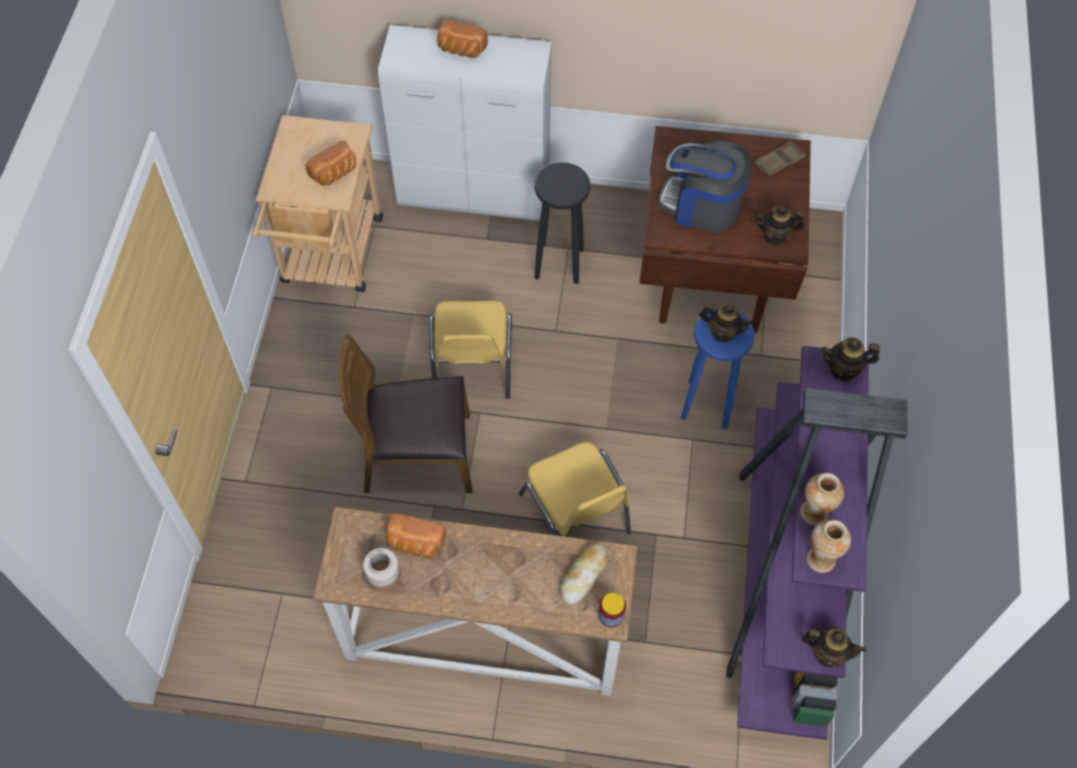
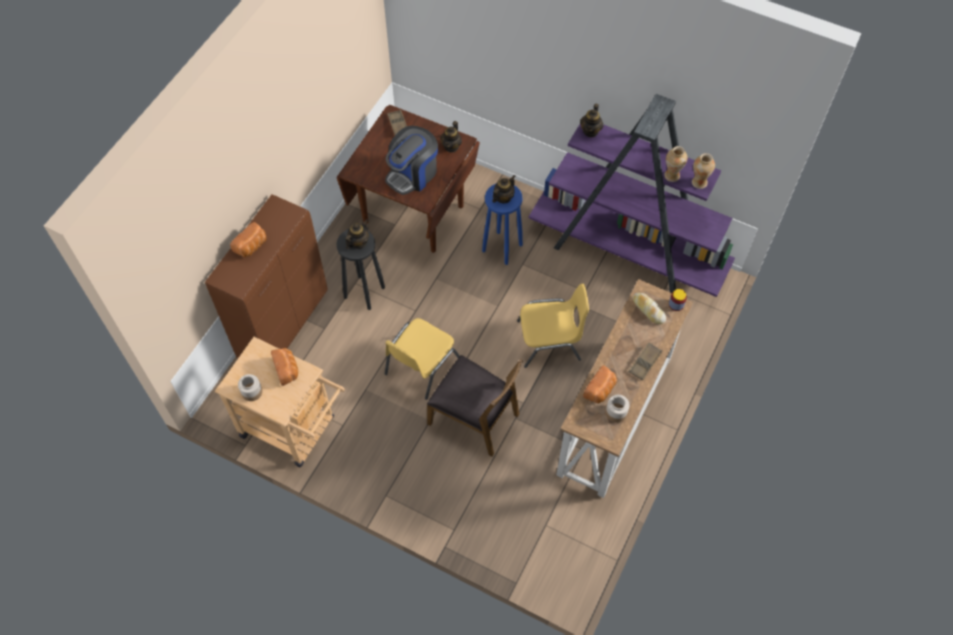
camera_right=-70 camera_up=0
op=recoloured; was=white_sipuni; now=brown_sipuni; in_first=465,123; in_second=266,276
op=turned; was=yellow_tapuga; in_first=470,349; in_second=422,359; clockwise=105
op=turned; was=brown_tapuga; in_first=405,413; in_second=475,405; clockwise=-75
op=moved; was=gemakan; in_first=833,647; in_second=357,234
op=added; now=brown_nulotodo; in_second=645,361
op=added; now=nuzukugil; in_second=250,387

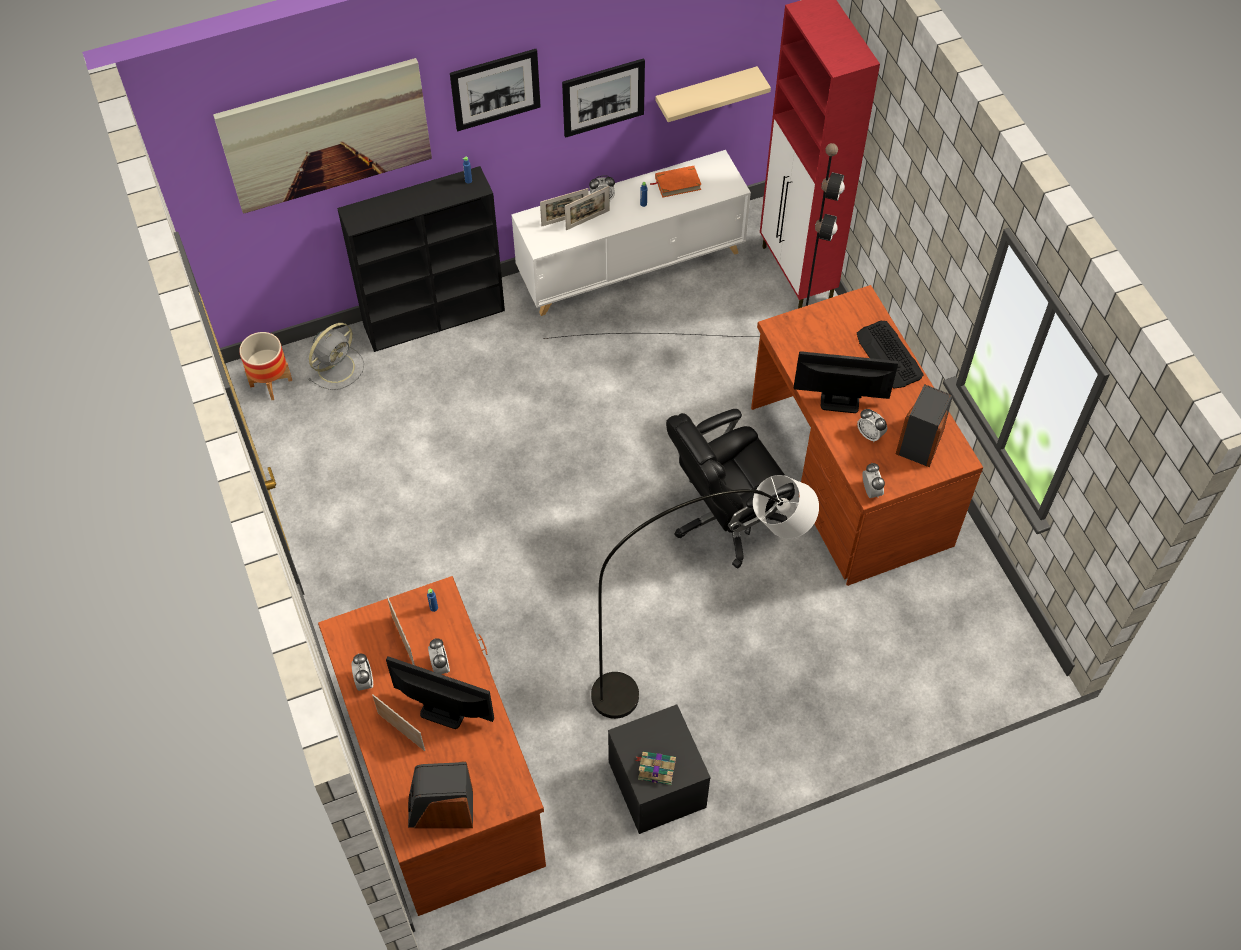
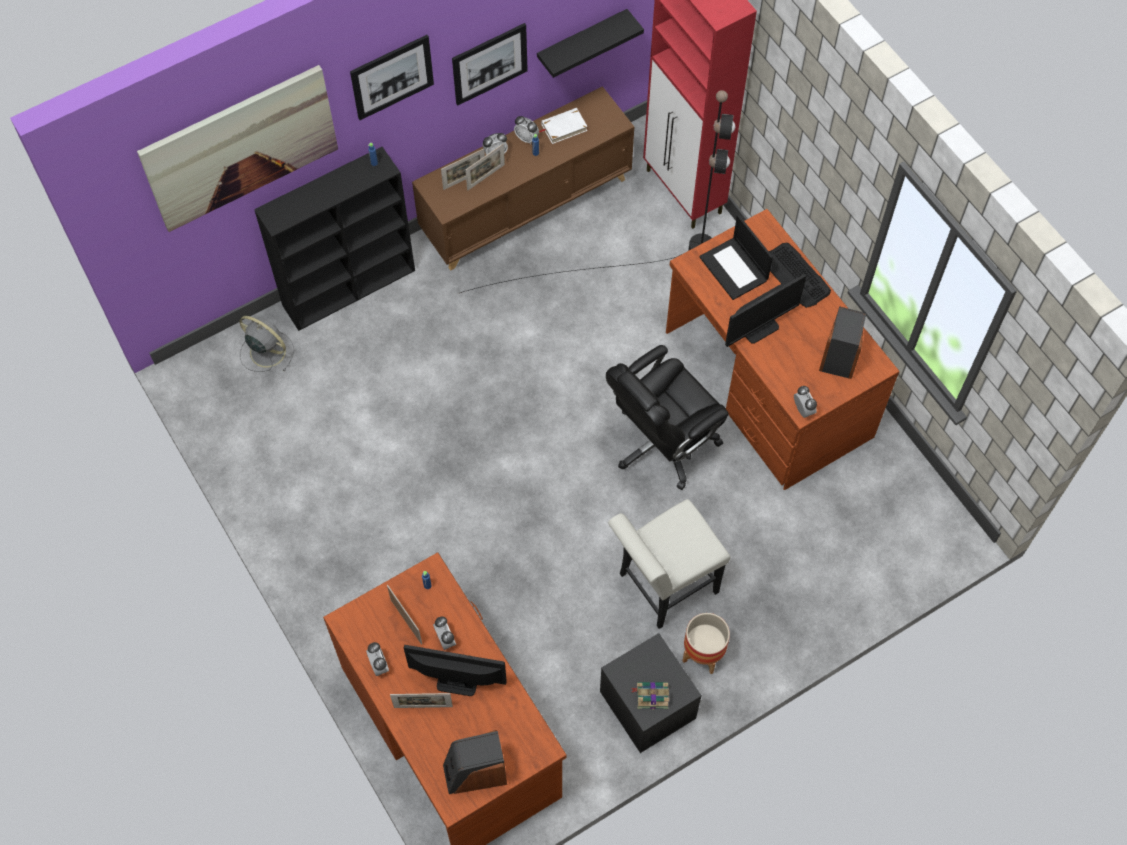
camera_right=-10 camera_up=5
op=recoloured; was=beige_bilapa; now=black_bilapa; in_first=713,94; in_second=590,43
op=recoloured; was=white_sipuni; now=brown_sipuni; in_first=631,233; in_second=523,178
op=recoloured; was=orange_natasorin; now=white_natasorin; in_first=675,182; in_second=563,126
op=turned; was=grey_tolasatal; in_first=336,356; in_second=266,344; clockwise=-90
op=moved; was=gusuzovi; in_first=265,366; in_second=706,643
op=turned; was=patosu; in_first=845,382; in_second=765,310; clockwise=150
op=moved; was=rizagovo; in_first=872,425; in_second=526,130
op=replaced; was=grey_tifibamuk; now=white_tapuga; in_first=705,597; in_second=669,564
op=turned; was=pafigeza; in_first=398,722; in_second=421,700; clockwise=150
op=added; now=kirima; in_second=736,257

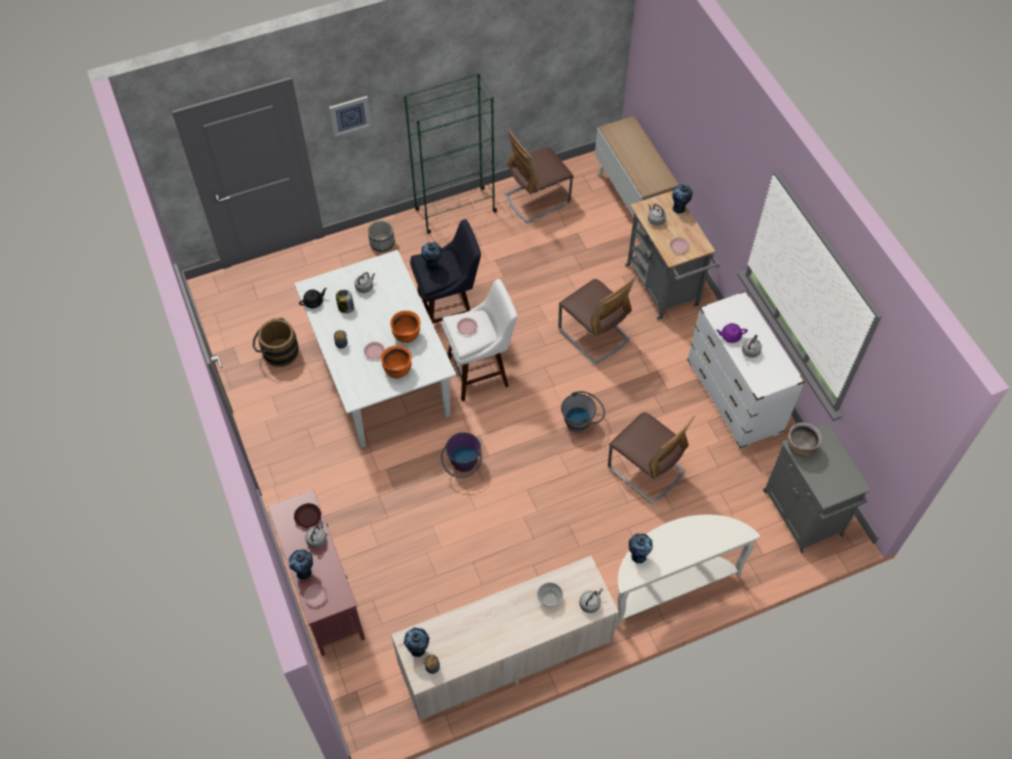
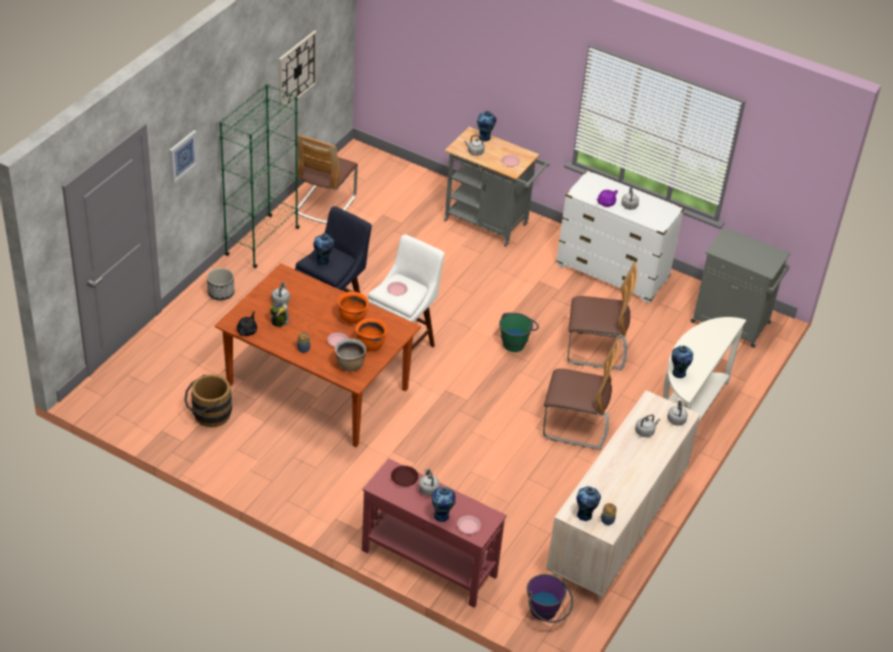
camera_right=-40 camera_up=-15
op=removed; was=sipuni; in_first=637,173
op=recoloured; was=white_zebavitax; now=brown_zebavitax; in_first=375,349; in_second=318,355
op=moved; was=tapuga; in_first=597,320; in_second=581,393
op=recoloured; was=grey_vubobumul; now=green_vubobumul; in_first=583,412; in_second=519,332
op=moved; was=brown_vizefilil; in_first=805,440; in_second=350,354
op=moved; was=purple_vubobumul; in_first=461,455; in_second=550,598
op=replaced; was=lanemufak; now=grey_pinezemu; in_first=550,594; in_second=647,425
op=added; now=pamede; in_second=297,71

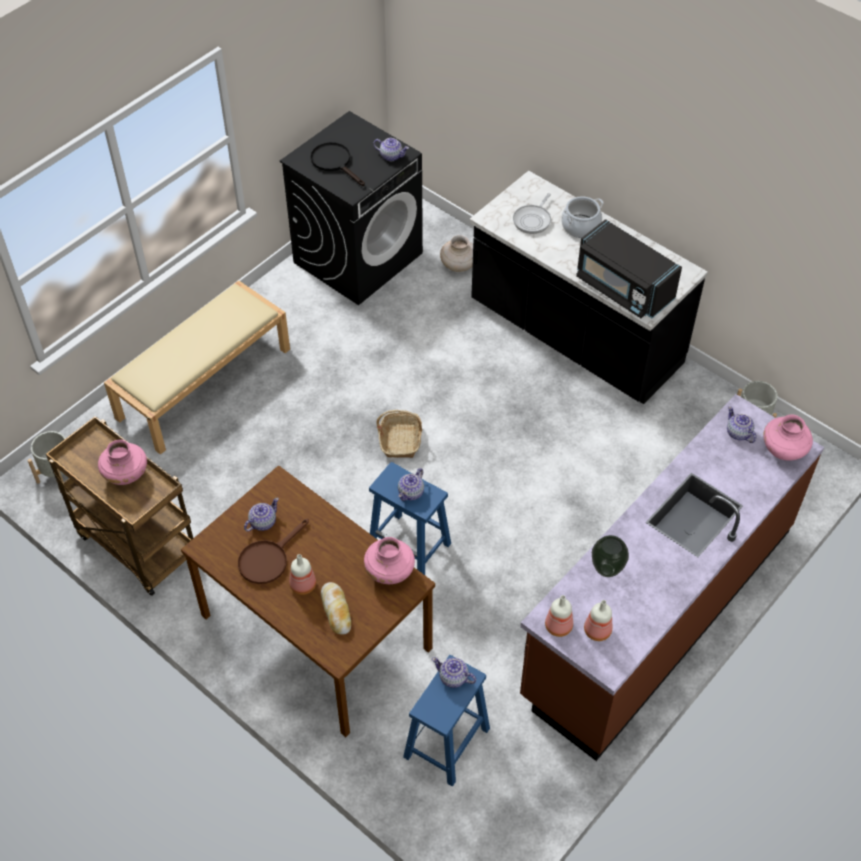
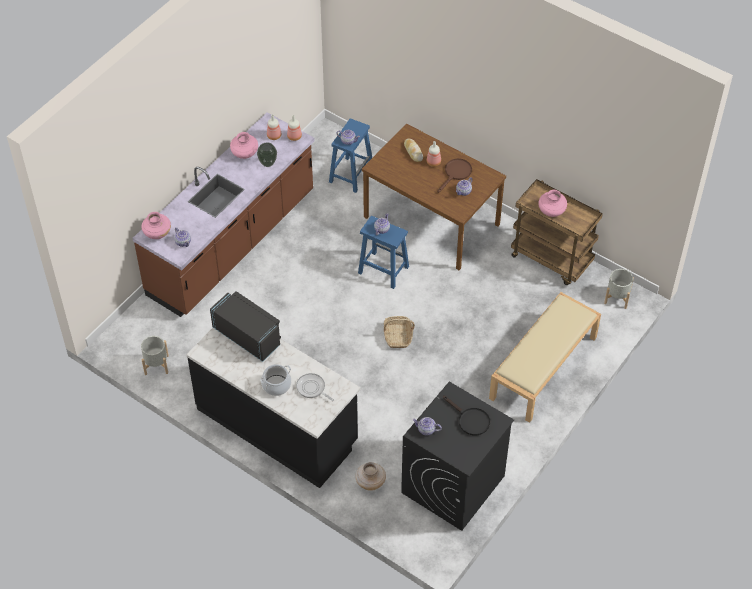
camera_right=175 camera_up=0
op=turned; was=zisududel; in_first=532,213; in_second=315,387; clockwise=-75
op=moved; was=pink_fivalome; in_first=389,560; in_second=244,145

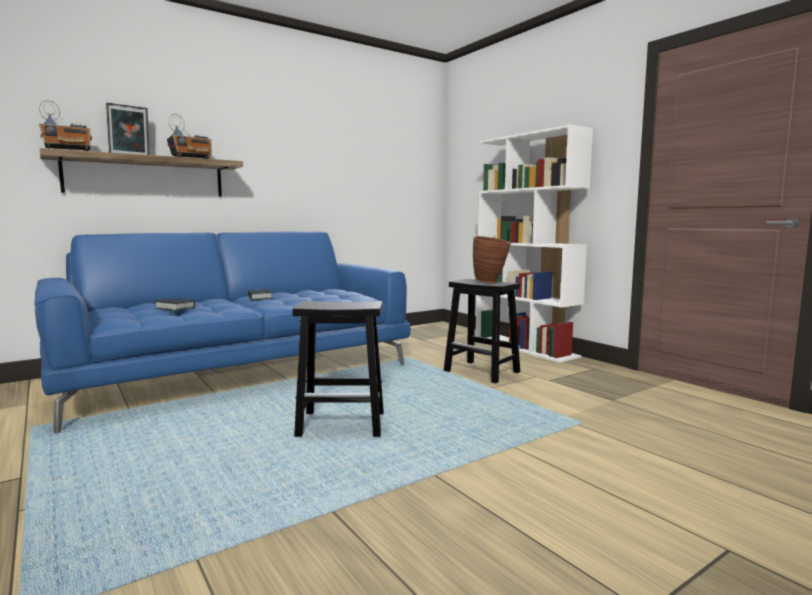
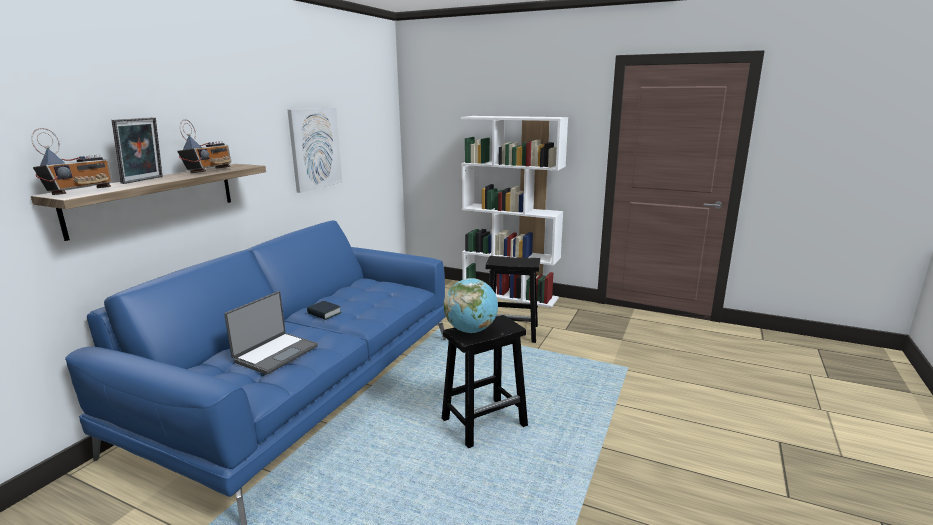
camera_right=-30 camera_up=10
op=removed; was=brown_fivalome; in_first=492,259
op=replaced; was=natasorin; now=kirima; in_first=175,304; in_second=271,333
op=added; now=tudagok; in_second=315,150
op=added; now=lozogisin; in_second=471,305

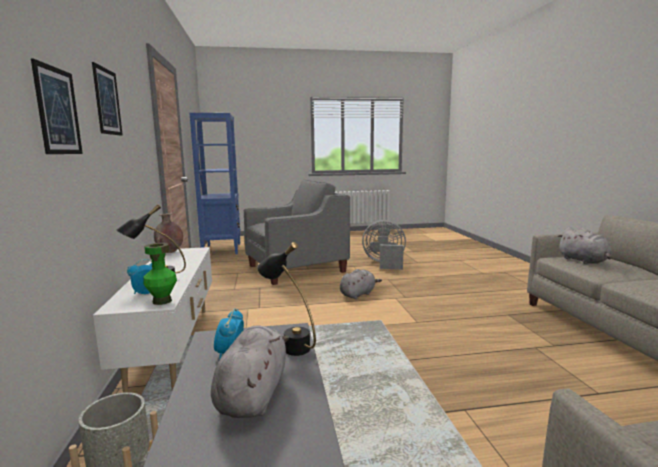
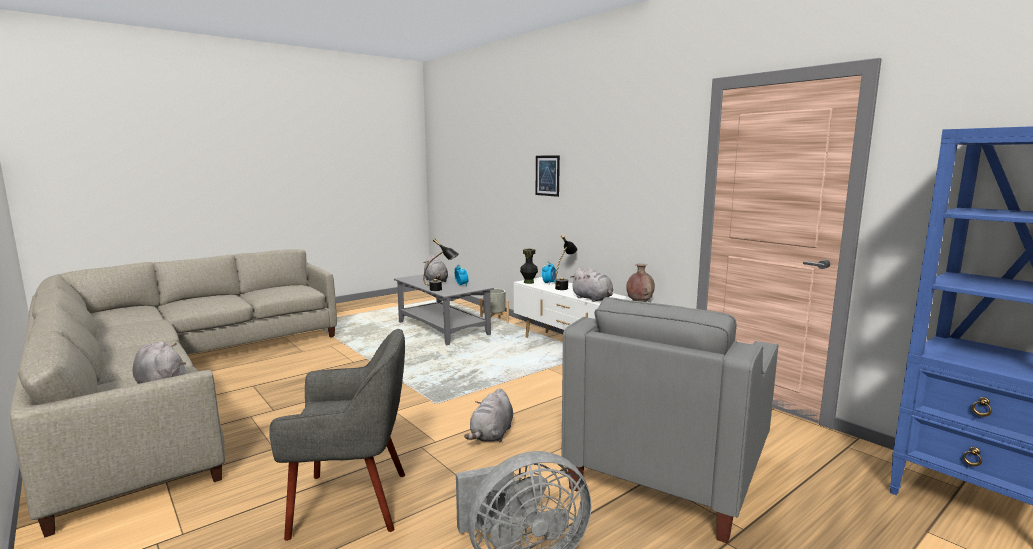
camera_right=150 camera_up=0
op=removed; was=tudagok; in_first=107,99
op=recoloured; was=green_fivalome; now=black_fivalome; in_first=160,274; in_second=529,266
op=added; now=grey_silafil; in_second=591,285
op=added; now=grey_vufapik; in_second=337,435

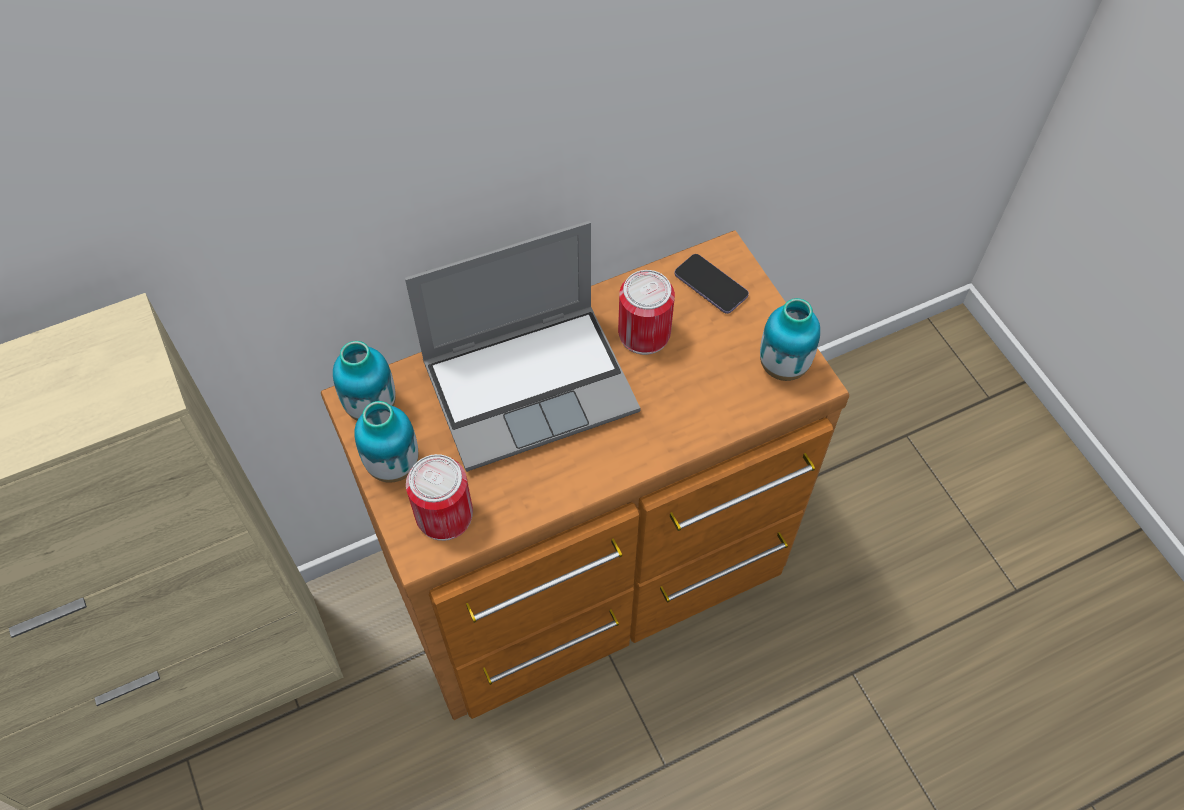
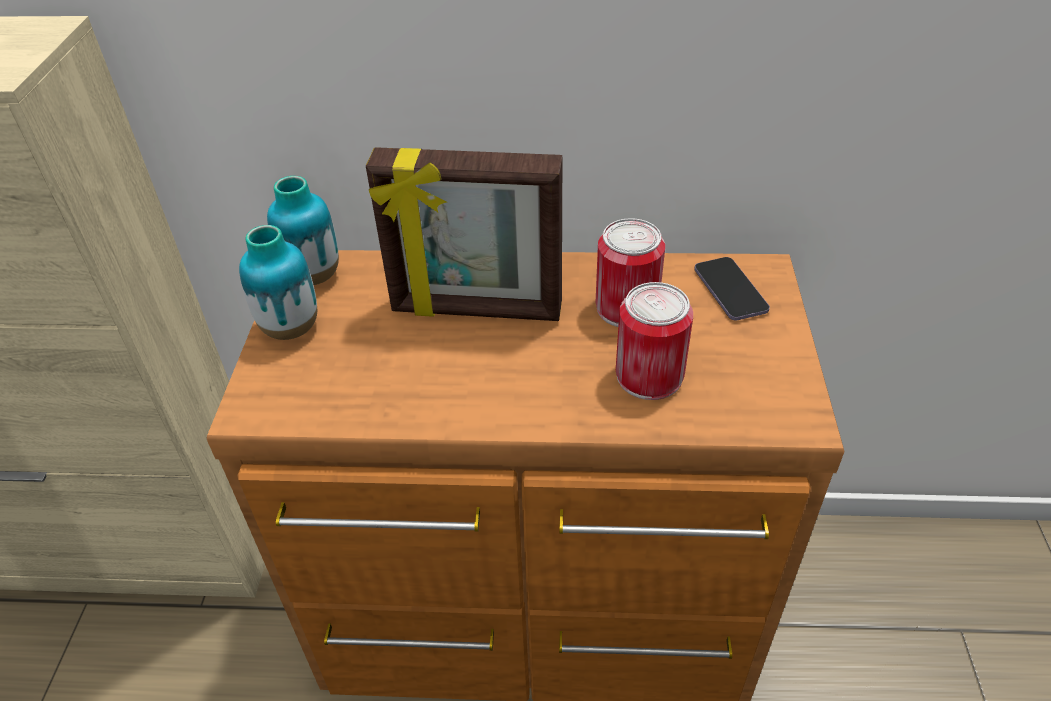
camera_right=30 camera_up=-15
op=replaced; was=kirima; now=pafigeza; in_first=522,346; in_second=464,234
op=removed; was=fivalome; in_first=790,339
op=moved; was=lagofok; in_first=439,497; in_second=654,341

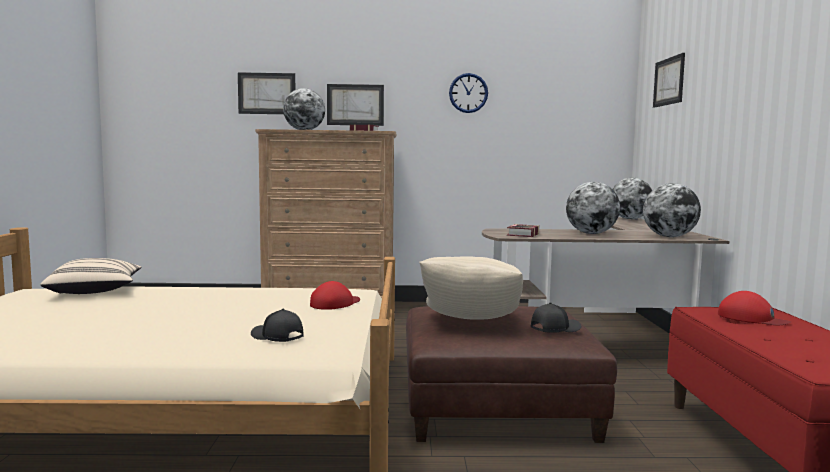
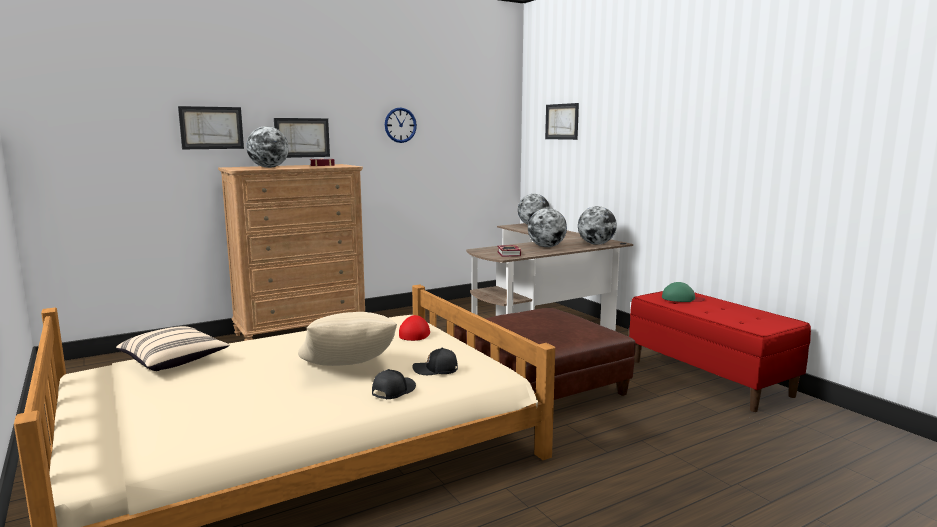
camera_right=-30 camera_up=5
op=moved; was=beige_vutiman; in_first=471,288; in_second=347,339
op=recoloured; was=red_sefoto; now=green_sefoto; in_first=754,308; in_second=683,292
op=moved; was=black_sefoto; in_first=556,317; in_second=394,384

